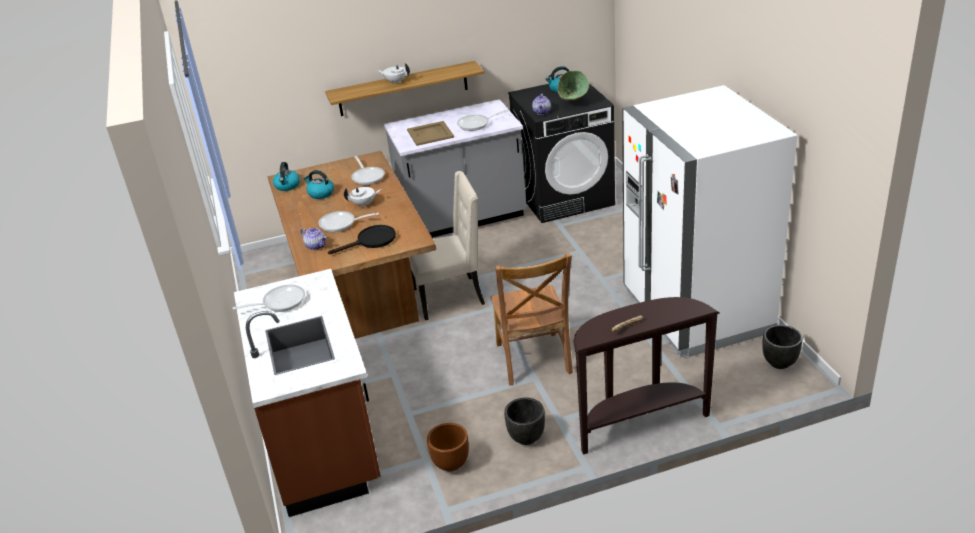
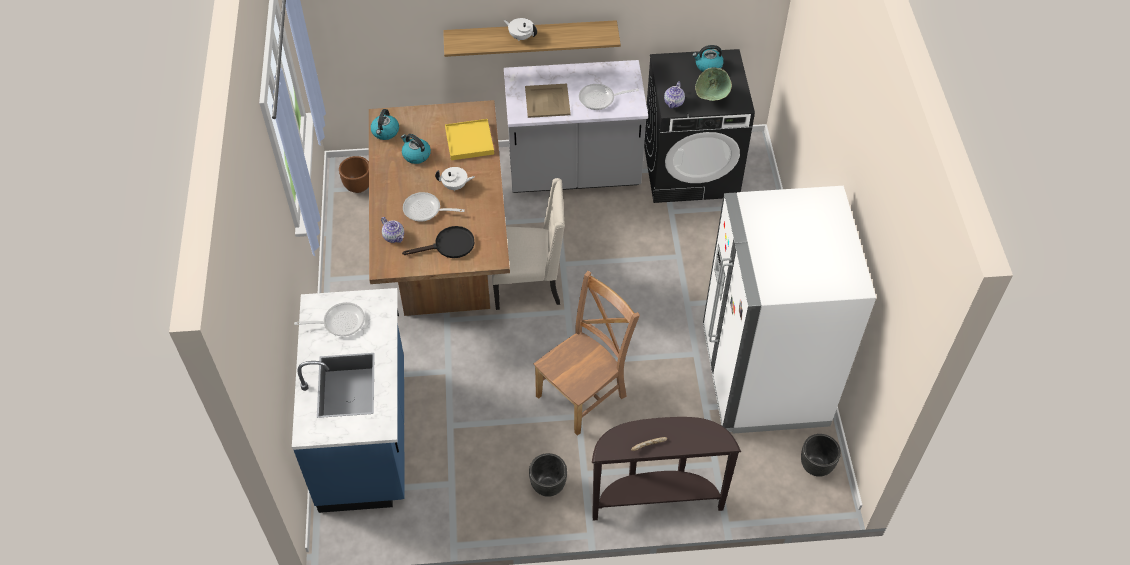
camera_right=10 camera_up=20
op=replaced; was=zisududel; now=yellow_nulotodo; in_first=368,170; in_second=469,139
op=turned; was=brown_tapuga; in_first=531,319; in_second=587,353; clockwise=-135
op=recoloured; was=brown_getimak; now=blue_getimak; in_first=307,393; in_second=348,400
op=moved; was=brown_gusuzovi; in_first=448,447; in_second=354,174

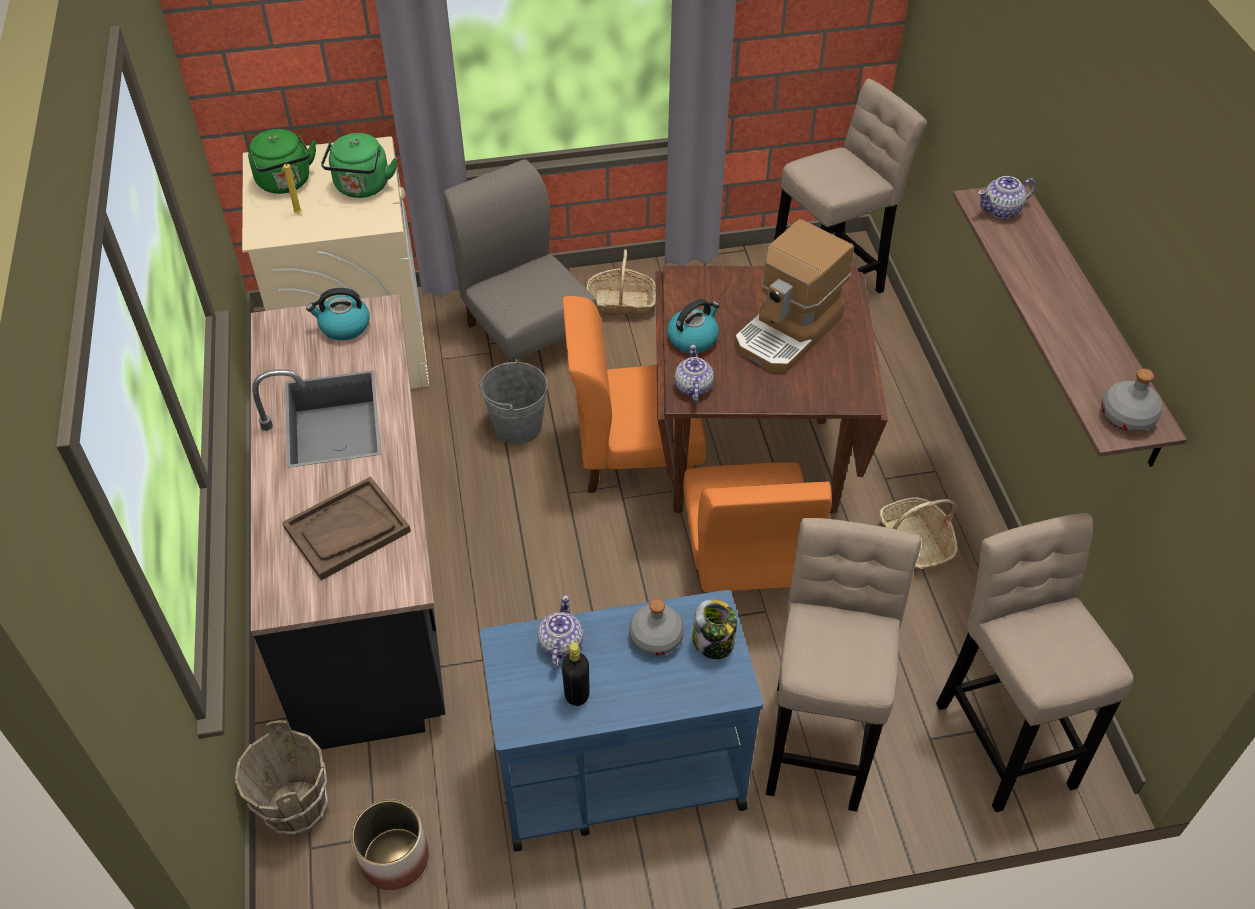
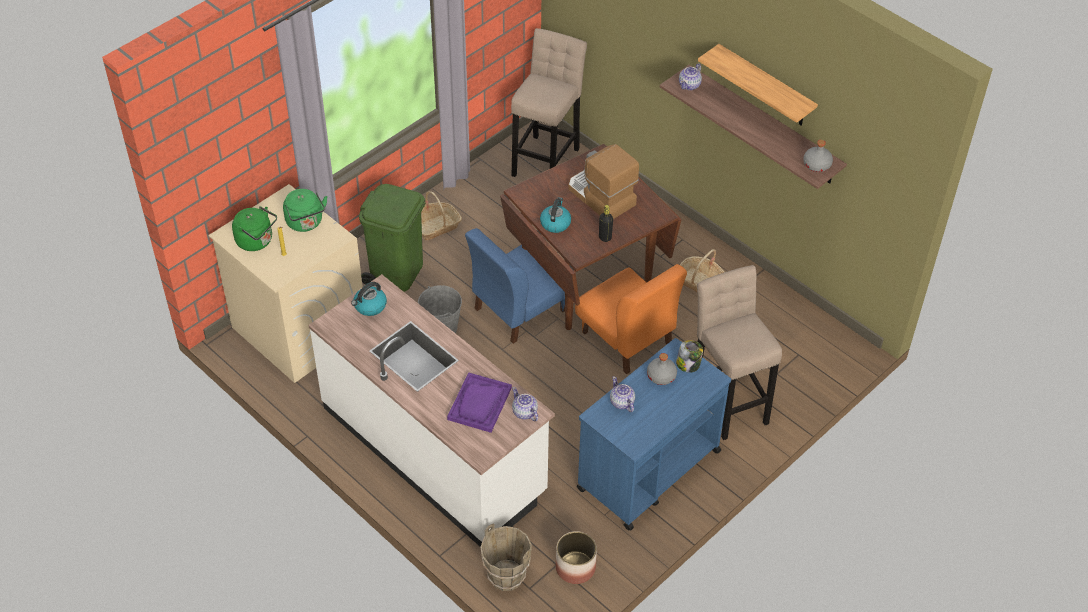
camera_right=-35 camera_up=0
op=replaced; was=grey_tapuga; now=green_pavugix; in_first=521,260; in_second=392,238
op=turned; was=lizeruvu; in_first=794,296; in_second=603,181; clockwise=135
op=recoloured; was=black_getimak; now=white_getimak; in_first=348,521; in_second=432,410
op=recoloured; was=orange_tapuga; now=blue_tapuga; in_first=634,394; in_second=515,286
op=moved; was=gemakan; in_first=694,373; in_second=525,404
op=recoloured; was=brown_nulotodo; now=purple_nulotodo; in_first=346,528; in_second=479,402
op=removed; was=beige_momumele; in_first=1034,662
op=moved; was=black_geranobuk; in_first=576,674; in_second=606,223
op=added; now=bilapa; in_second=758,85

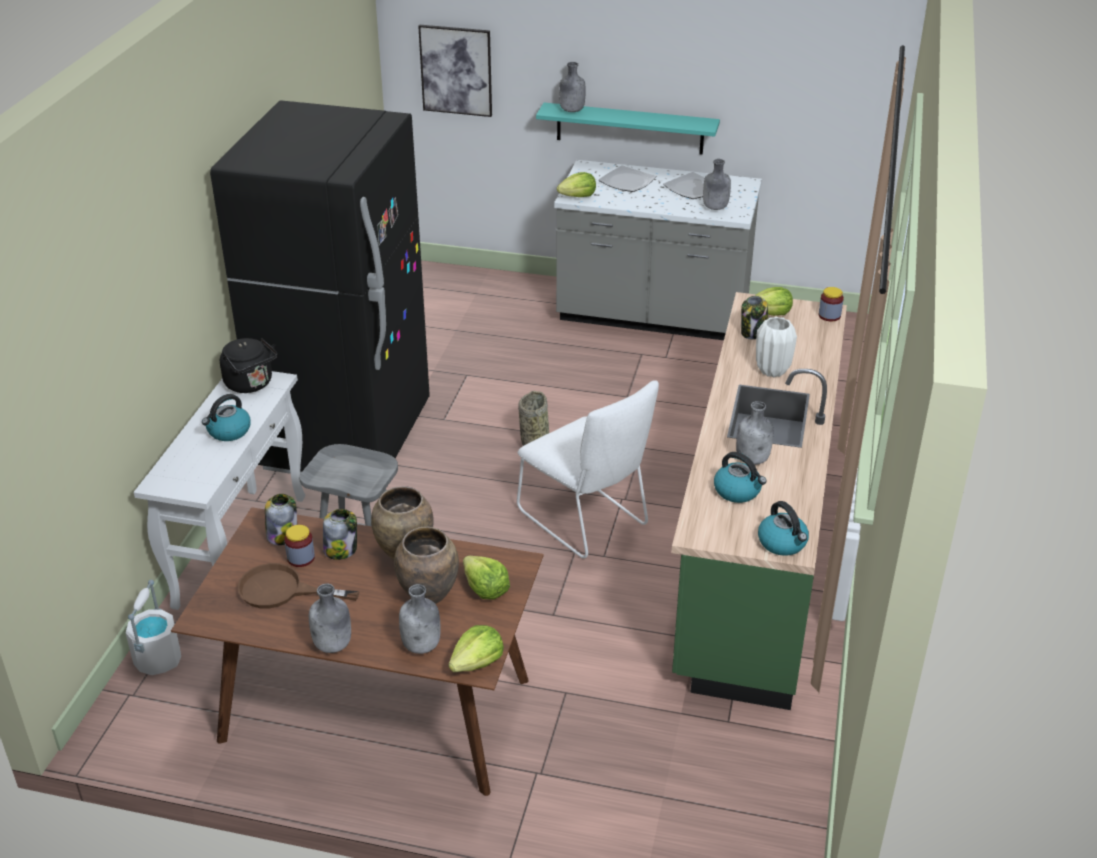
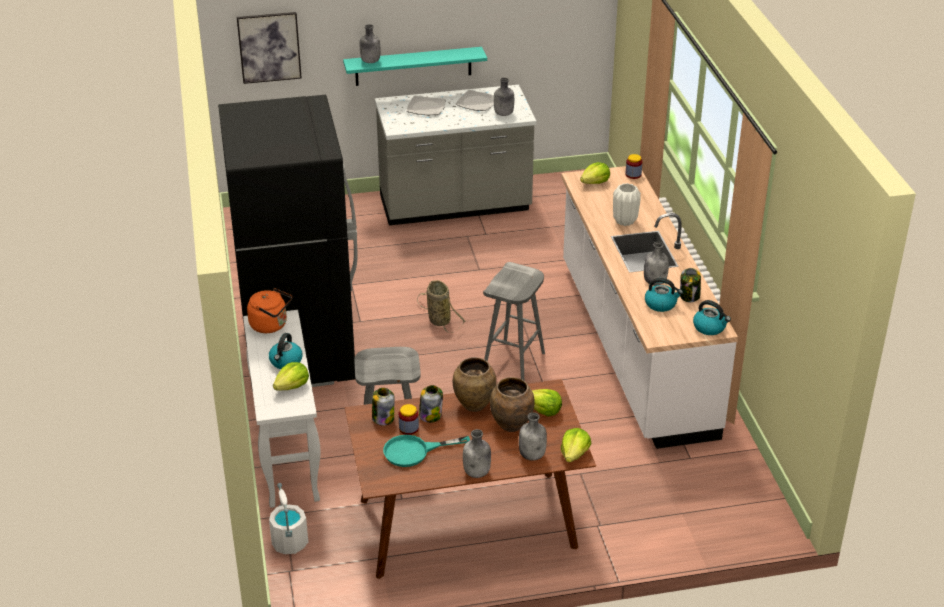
camera_right=-25 camera_up=0
op=moved; was=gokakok; in_first=576,184; in_second=291,376
op=recoloured; was=green_getimak; now=white_getimak; in_first=759,501; in_second=649,307
op=moved; was=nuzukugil; in_first=754,318; in_second=690,285
op=recoloured; was=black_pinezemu; now=orange_pinezemu; in_first=248,365; in_second=269,310
op=replaced; was=white_tapuga; now=grey_momumele; in_first=588,469; in_second=514,321
op=recoloured; was=brown_zisududel; now=turquoise_zisududel; in_first=298,585; in_second=426,451

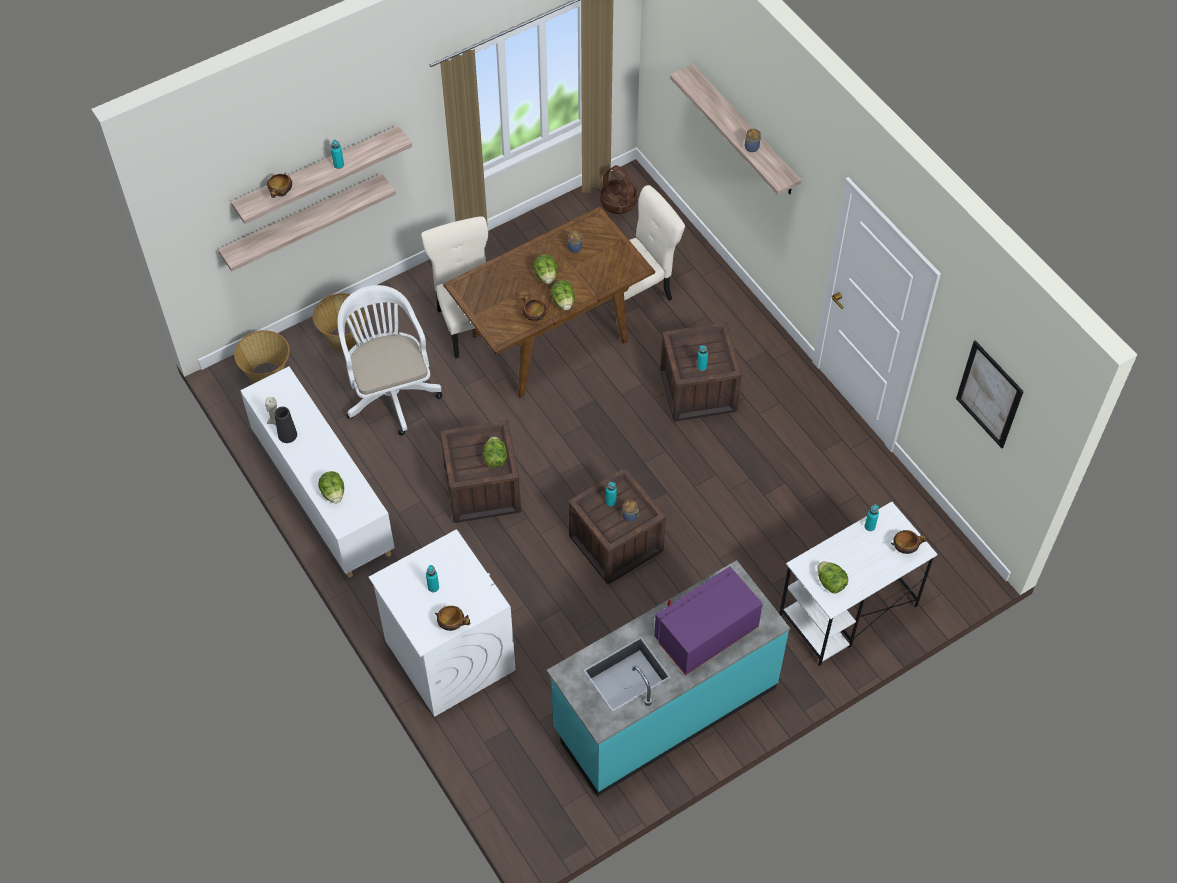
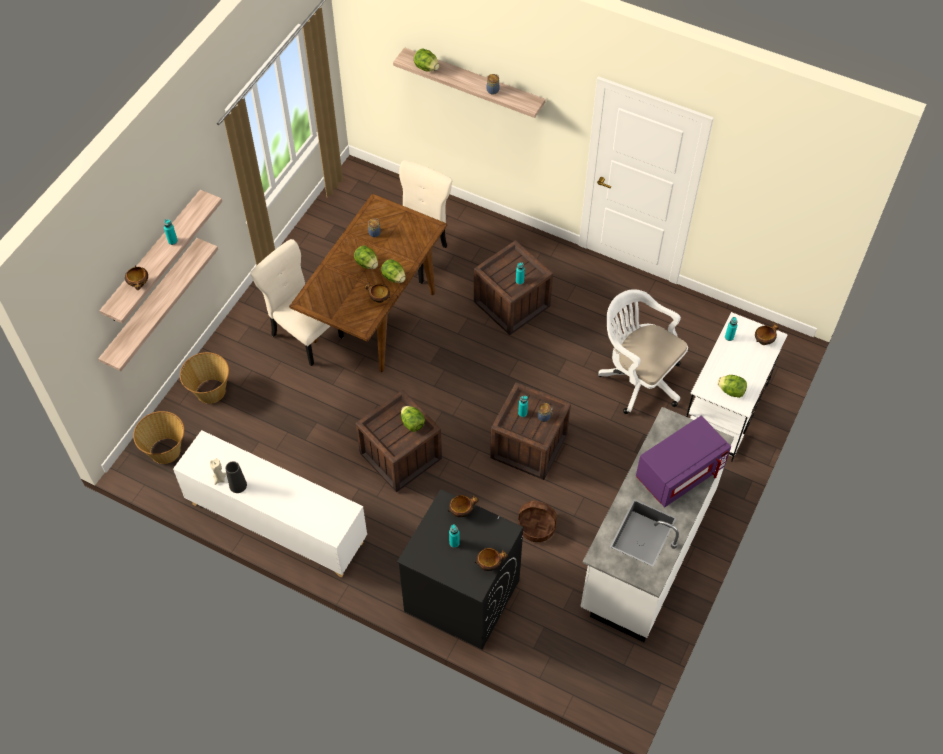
camera_right=-30 camera_up=0
op=moved; was=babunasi; in_first=618,189; in_second=537,521
op=moved; was=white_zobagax; in_first=390,360; in_second=643,351
op=removed; was=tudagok; in_first=990,394
op=moved; was=gokakok; in_first=331,487; in_second=426,60
op=recoloured; was=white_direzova; now=black_direzova; in_first=442,623; in_second=460,569
op=recoloured; was=turquoise_getimak; now=white_getimak; in_first=668,678; in_second=657,524
op=turned; was=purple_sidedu; in_first=708,620; in_second=683,461; clockwise=-150
op=added; now=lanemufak; in_second=463,506

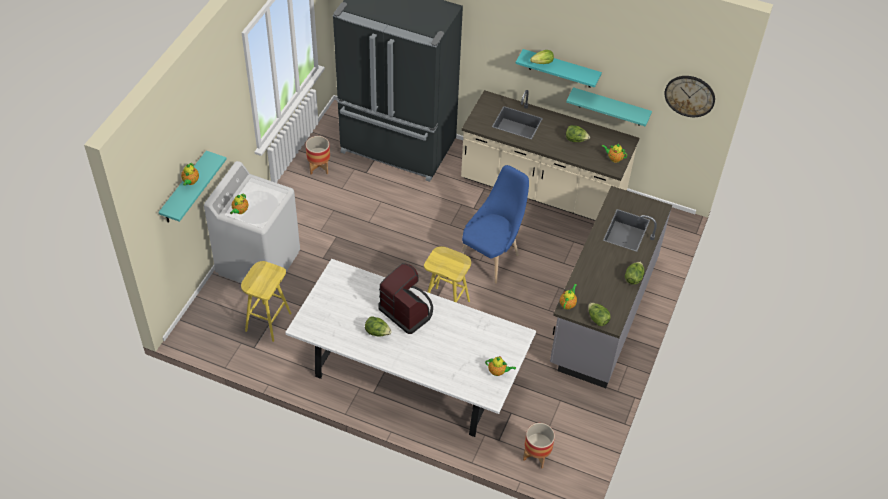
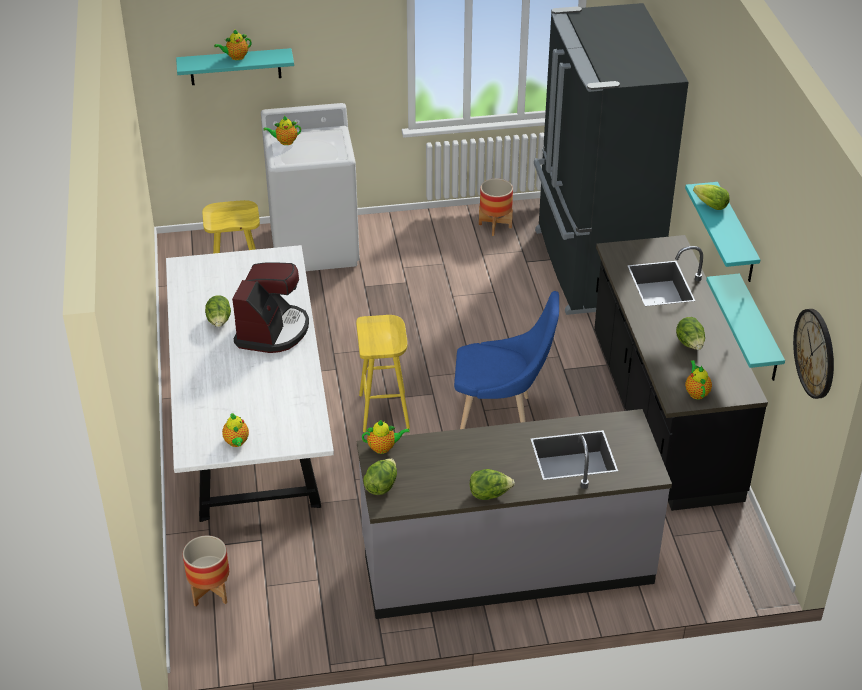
camera_right=60 camera_up=-10
op=recoloured; was=beige_getimak; now=black_getimak; in_first=550,155; in_second=681,373

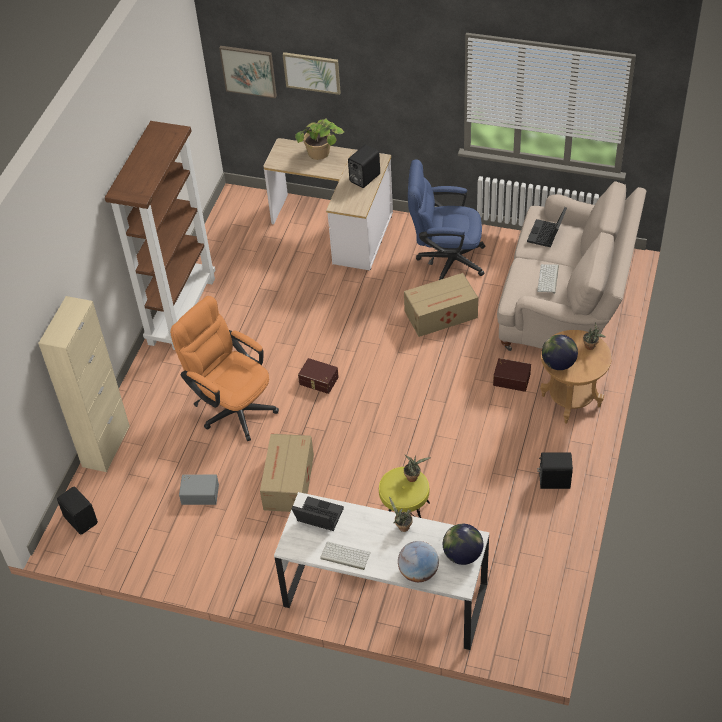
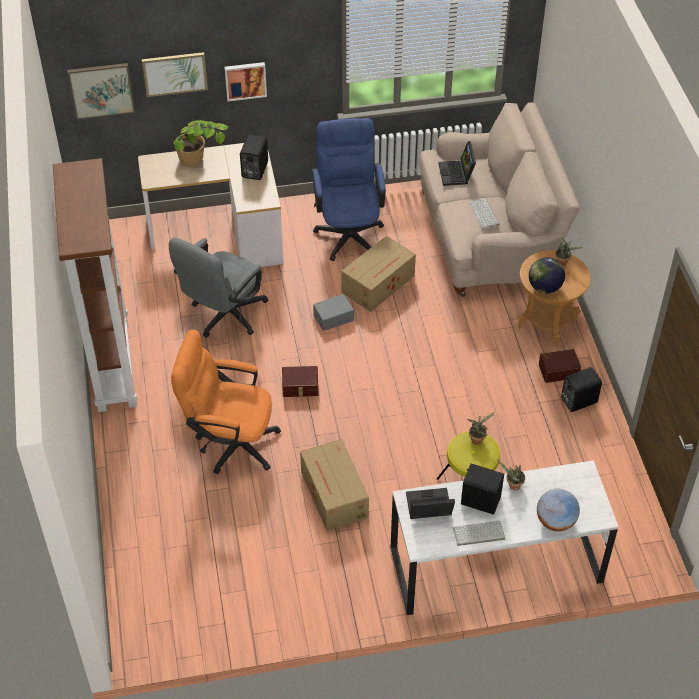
camera_right=-30 camera_up=0
op=turned; was=blue_zobagax; in_first=447,220; in_second=349,189; clockwise=105
op=removed; was=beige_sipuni; in_first=84,384
op=moved; was=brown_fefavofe; in_first=512,375; in_second=560,366
op=moved; was=grey_fefavofe; in_first=199,489; in_second=333,312
op=moved; was=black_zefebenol; in_first=77,511; in_second=482,489
op=removed; was=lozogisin; in_first=463,544
op=added; now=tudagok; in_second=245,81
op=added; now=grey_zobagax; in_second=218,288

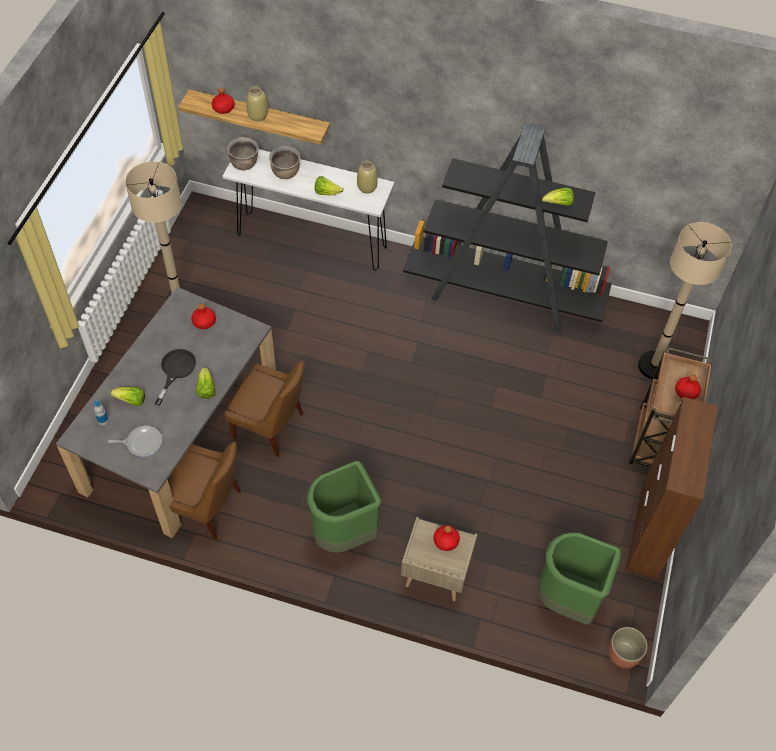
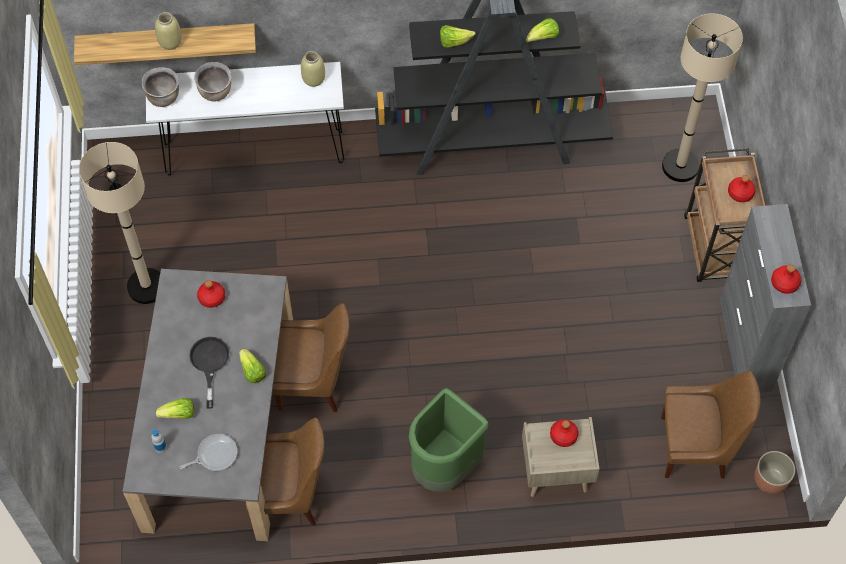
camera_right=-20 camera_up=5
op=moved; was=red_geranobuk; in_first=223,101; in_second=786,279
op=moved; was=gokakok; in_first=329,185; in_second=458,36
op=recoloured; was=brown_sipuni; now=grey_sipuni; in_first=672,488; in_second=765,298
op=replaced; was=green_pavugix; now=brown_tapuga; in_first=579,578; in_second=711,425

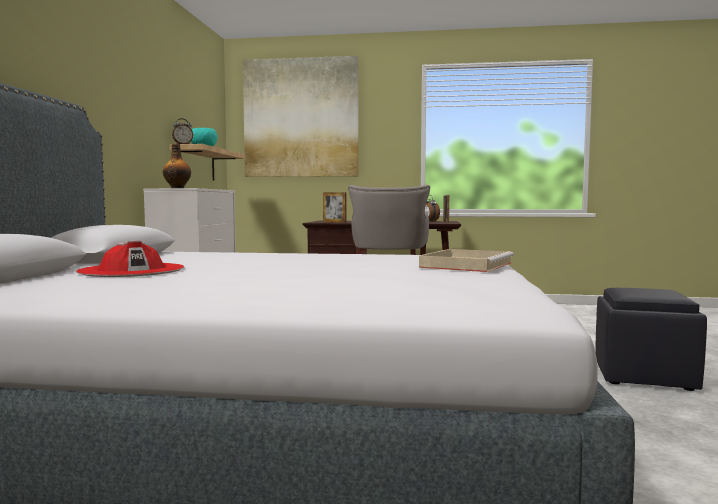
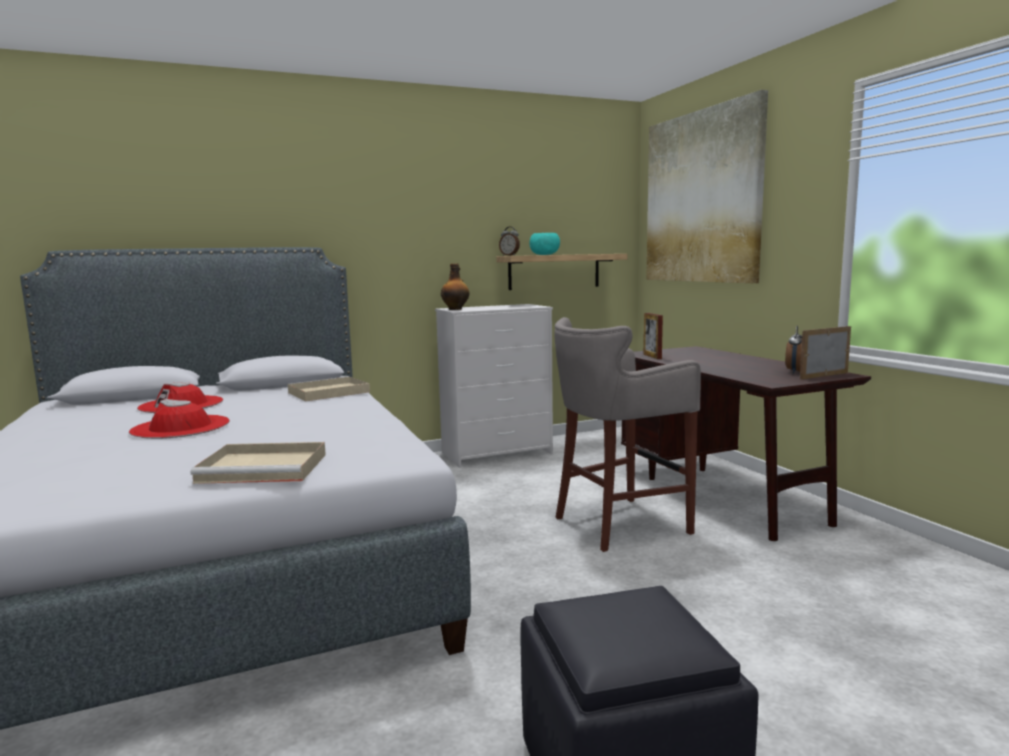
camera_right=60 camera_up=5
op=added; now=beige_nulotodo; in_second=328,388
op=added; now=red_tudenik; in_second=179,419

